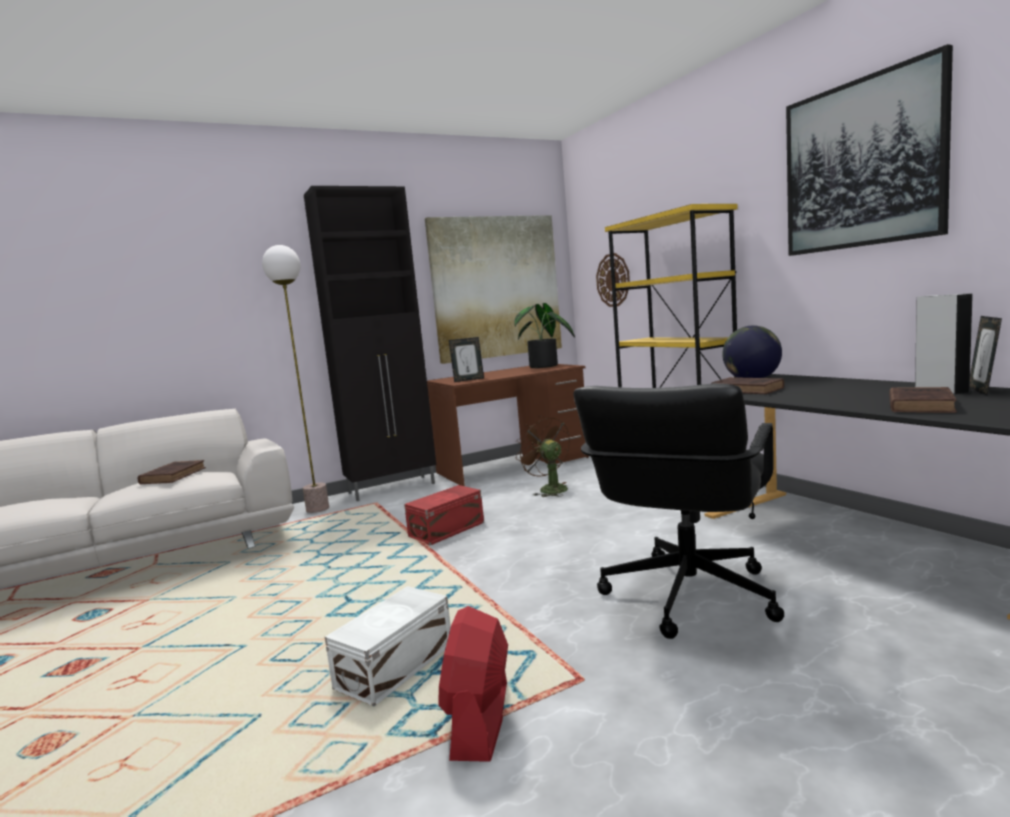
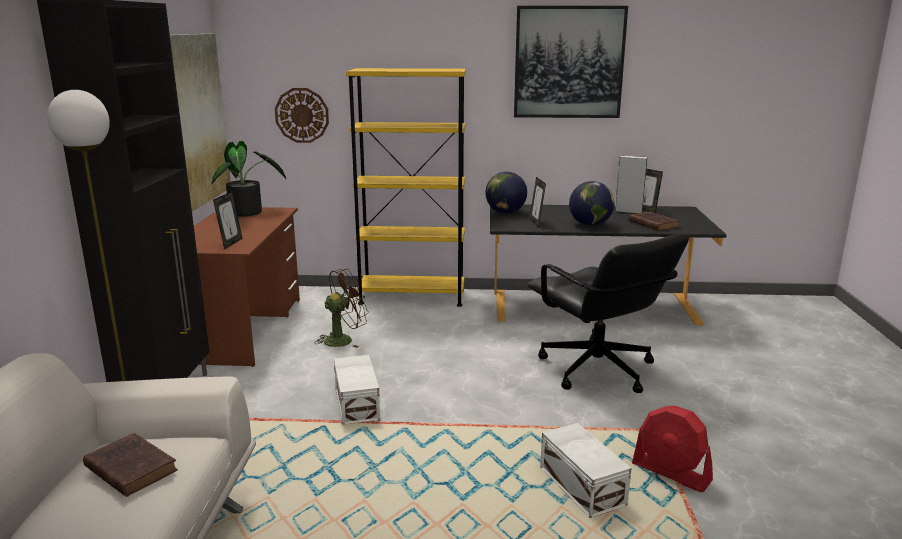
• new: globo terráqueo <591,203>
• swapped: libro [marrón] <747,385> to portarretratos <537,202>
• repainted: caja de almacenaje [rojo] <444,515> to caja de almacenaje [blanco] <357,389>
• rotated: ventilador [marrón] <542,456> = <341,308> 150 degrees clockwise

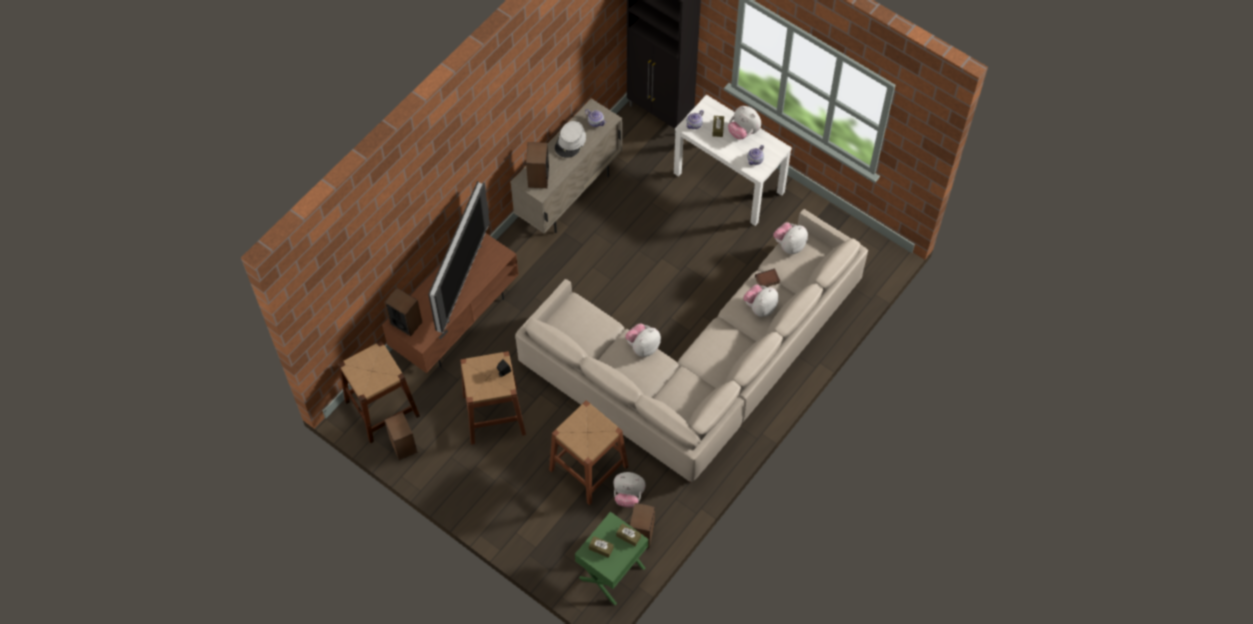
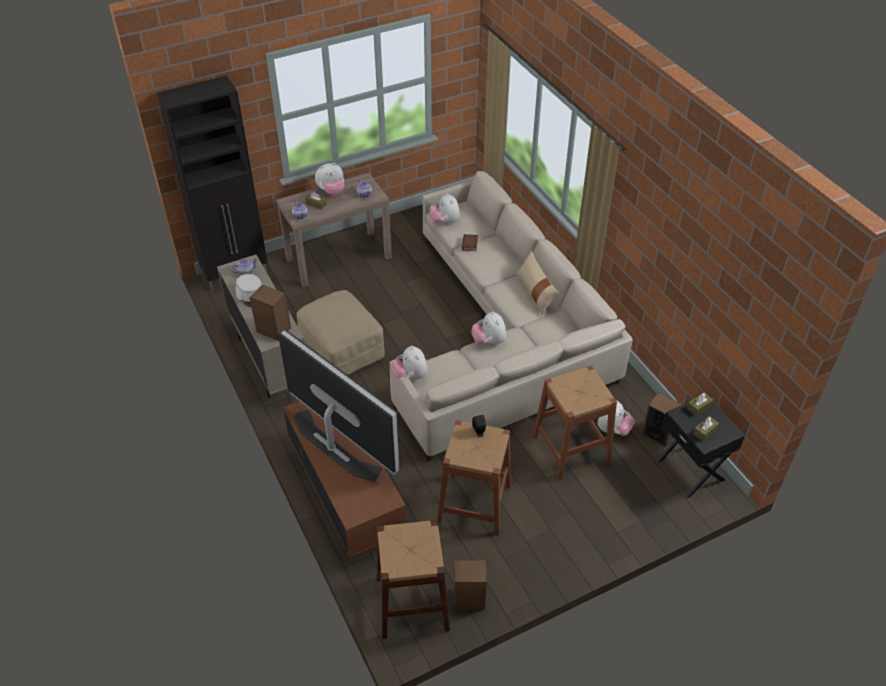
• gone: altavoz <403,312>
• new: puf [beis] <341,332>
• new: cojín [beis] <537,283>
• shifted: peluche <761,300> to <410,362>
• repainted: mesita de noche [verde] <611,558> to mesita de noche [negro] <700,450>
• repainted: mesa consola [blanco] <733,160> to mesa consola [marrón] <334,229>

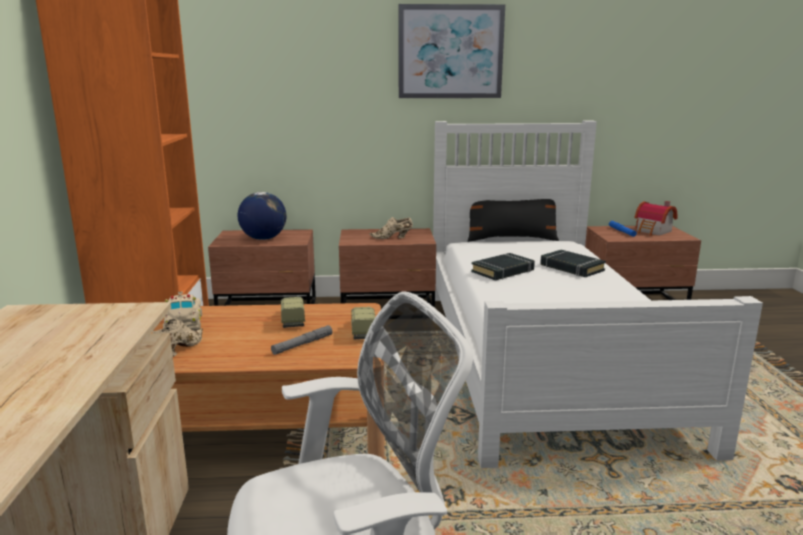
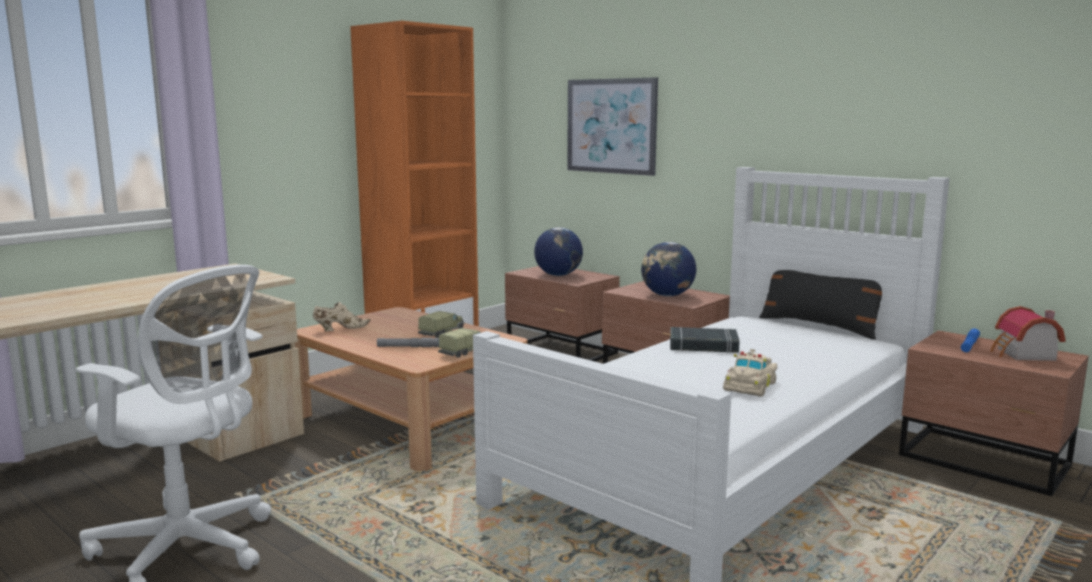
• gone: libro [negro] <573,263>
• shifted: coche de juguete [beis] <182,310> to <750,373>
• shifted: cuadro <452,51> to <612,126>
• swapped: zapato [beis] <391,228> to globo terráqueo <668,269>

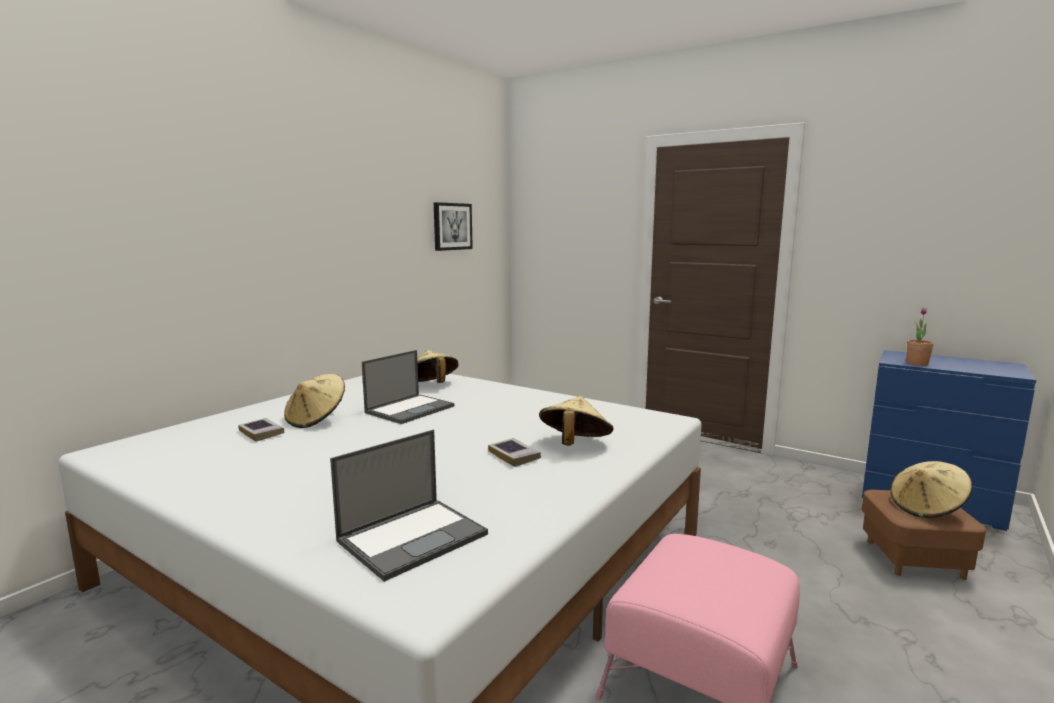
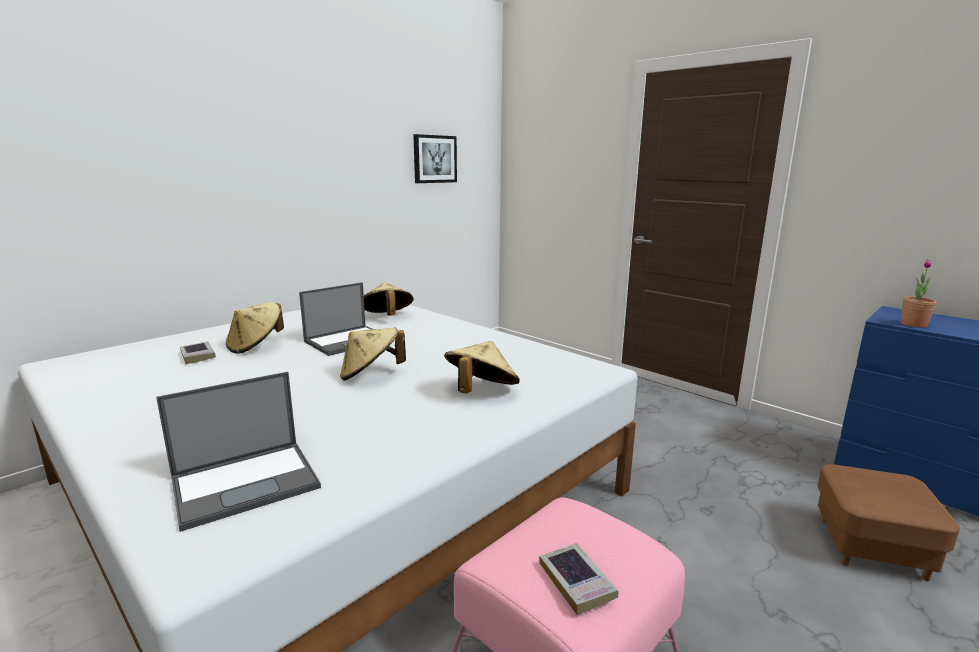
• shifted: libro <514,452> to <578,579>
• shifted: sombrero [beis] <931,489> to <373,354>

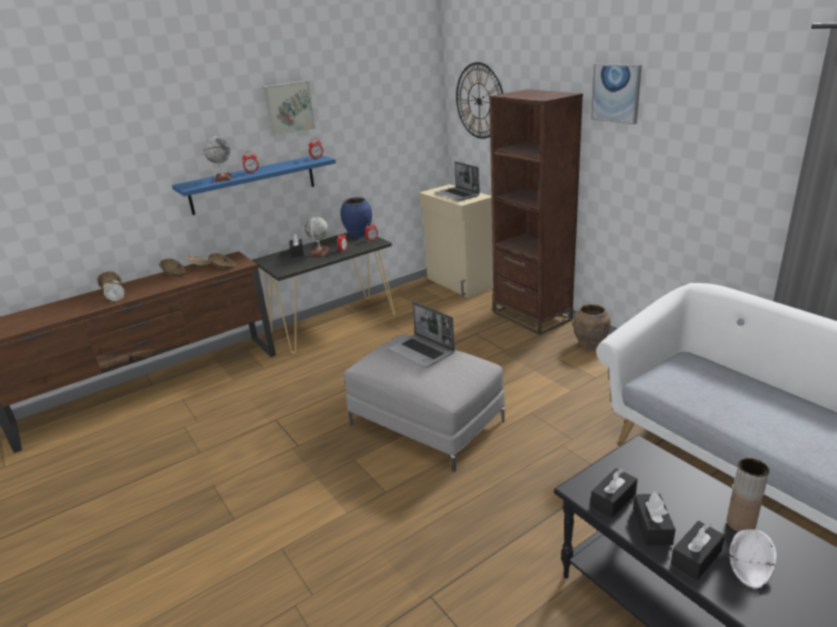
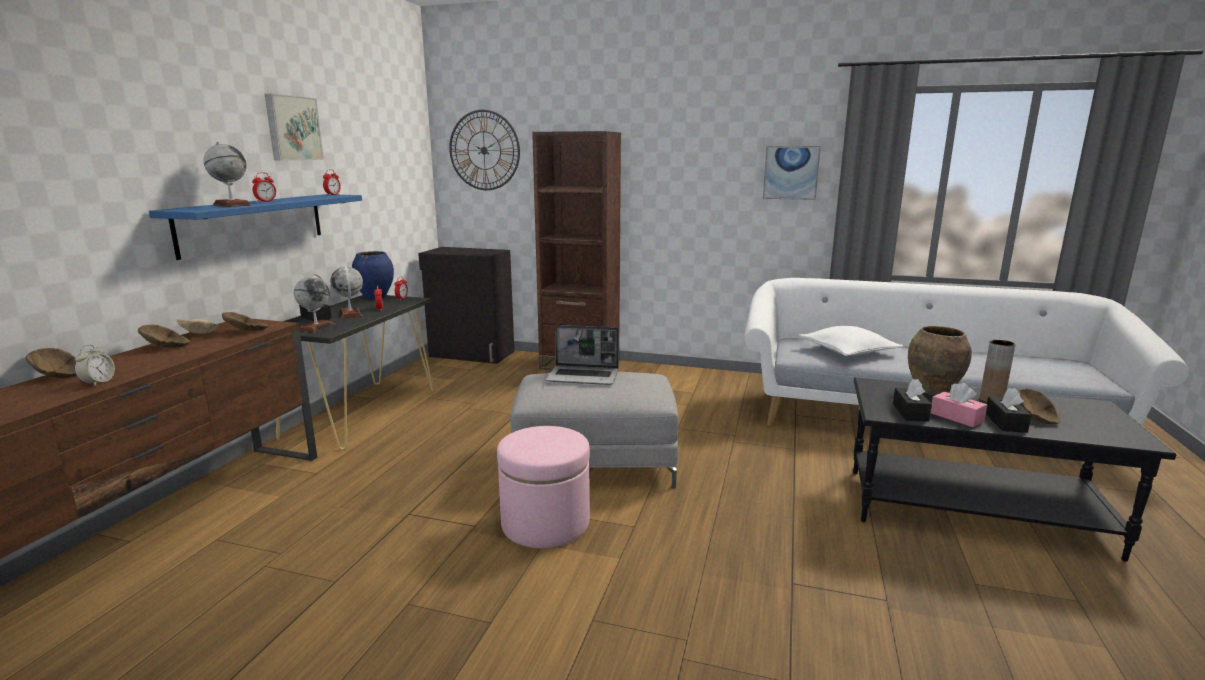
• gone: portátil <457,181>
• new: globo terráqueo <314,303>
• new: puf [rosa] <543,487>
• new: cojín [blanco] <850,341>
• shifted: florero [marrón] <592,326> to <940,360>
• shifted: cuadro <616,94> to <792,173>
• repainted: armario [beis] <456,241> to armario [negro] <466,305>
• repainted: caja de pañuelos [negro] <654,519> to caja de pañuelos [rosa] <959,405>
• repainted: cuenco [blanco] <753,558> to cuenco [marrón] <1039,406>

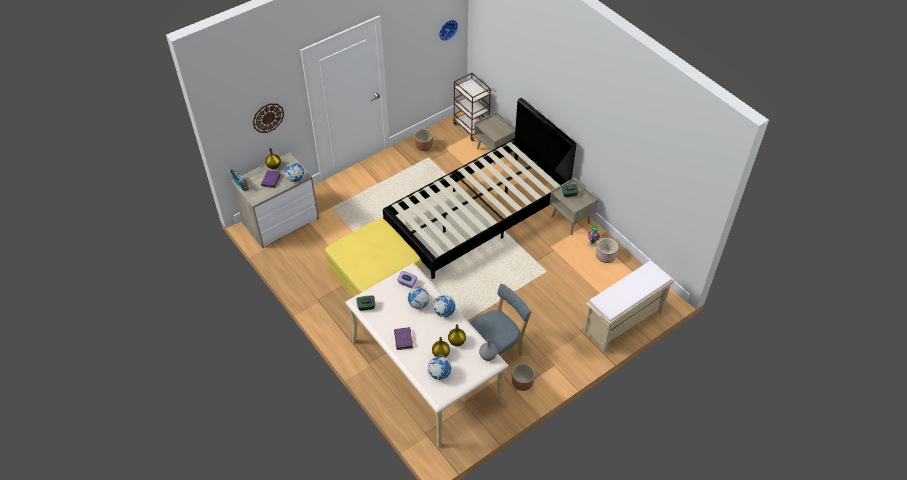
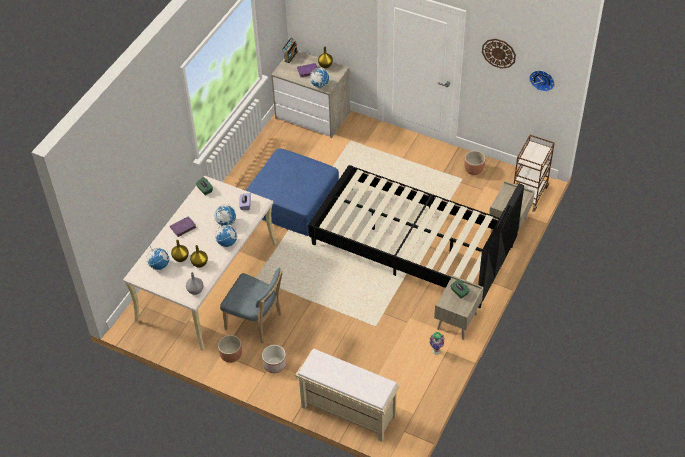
• shifted: reloj de pared <268,118> to <499,54>
• shifted: maceta <607,250> to <274,359>
• repainted: puf [amarillo] <373,258> to puf [azul] <292,192>

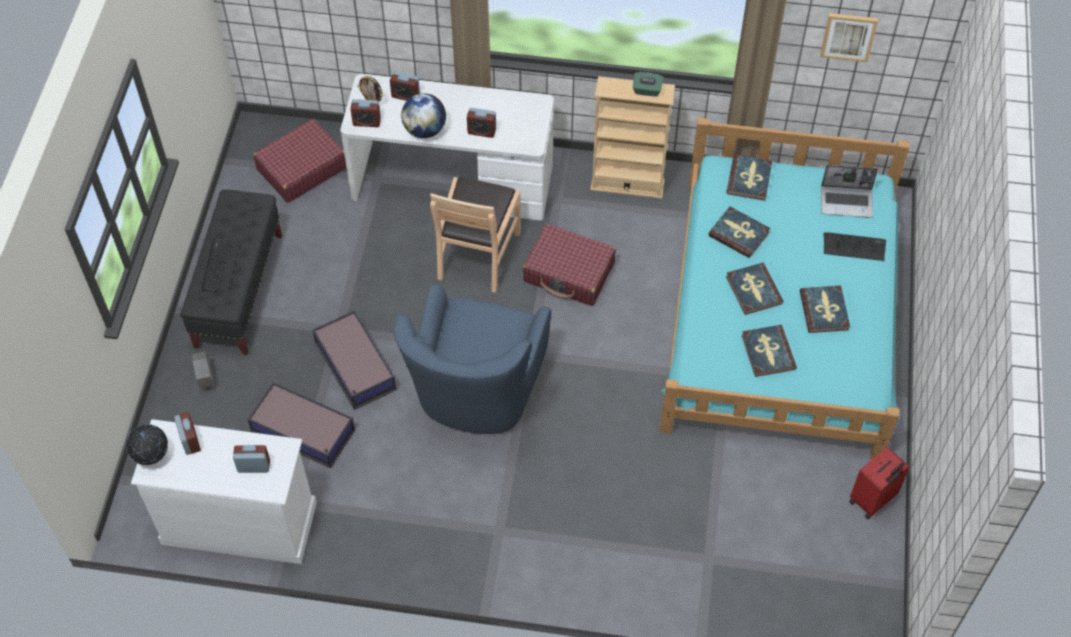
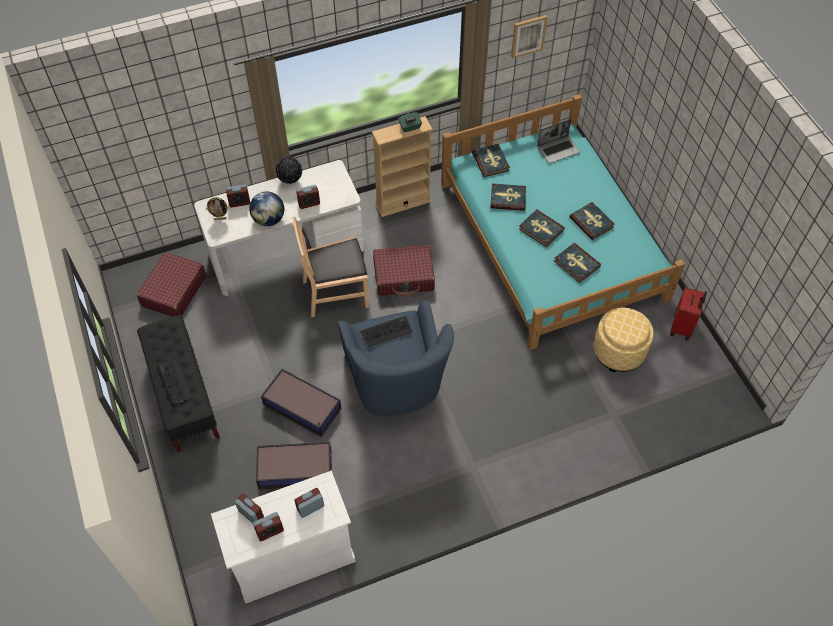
• gone: maceta [gris] <203,370>
• new: puf <623,340>
• shifted: globo terráqueo <147,444> to <289,170>
• shifted: despertador <366,113> to <268,526>
• shifted: teclado <855,246> to <386,331>
• rotated: silla [marrón] <475,235> = <331,267> 90 degrees clockwise

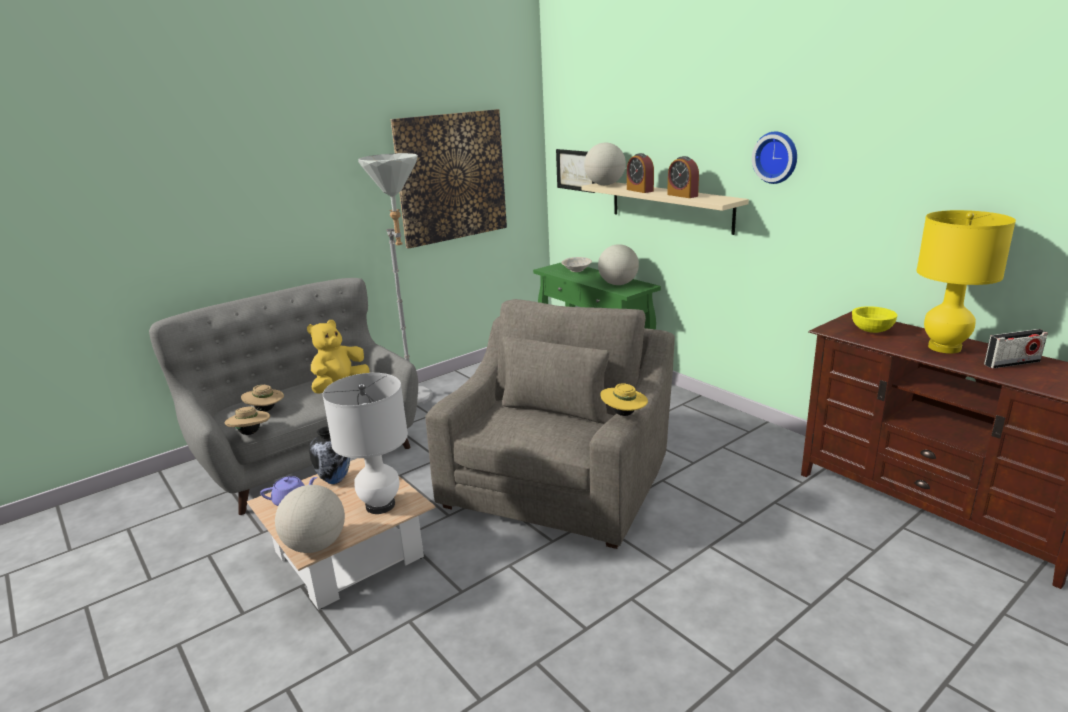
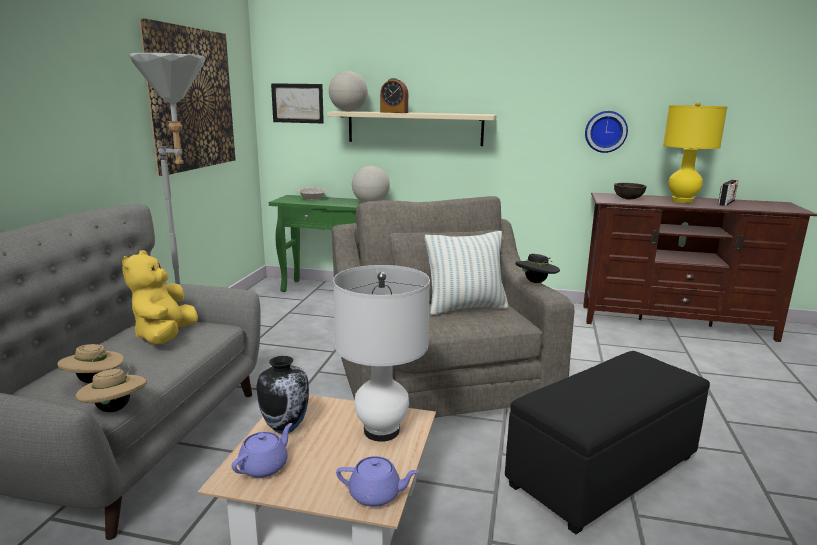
• gone: despertador <683,177>
• new: cojín <467,273>
• new: puf [negro] <607,442>
• shifted: reloj de pared <774,158> to <606,132>
• swapped: globo terráqueo <310,519> to tetera [morado] <377,481>
• repainted: sombrero [amarillo] <624,400> to sombrero [negro] <537,268>
• repainted: cuenco [amarillo] <875,319> to cuenco [marrón] <630,191>

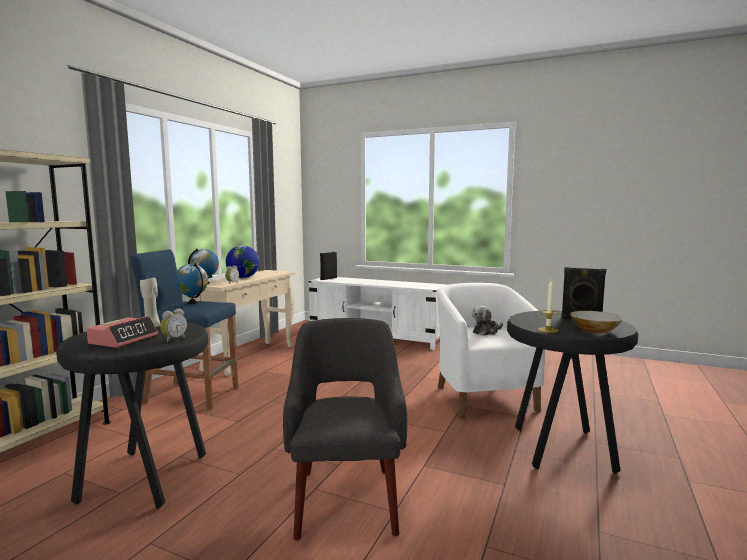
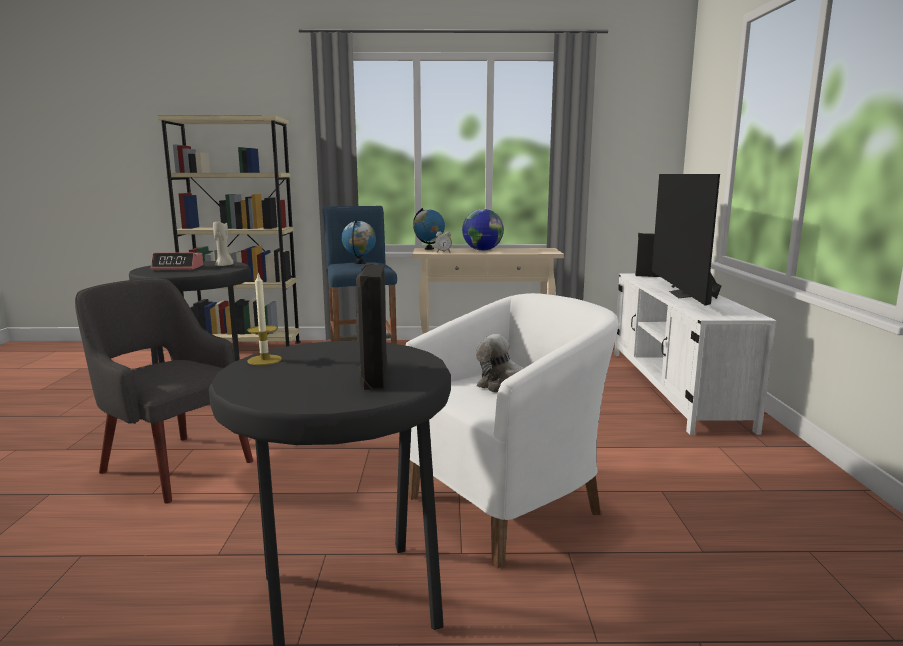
• gone: despertador <173,325>
• gone: cuenco <596,322>
• new: televisor <686,240>
• rotated: sillón [gris] <345,429> = <164,391> 120 degrees counterclockwise

